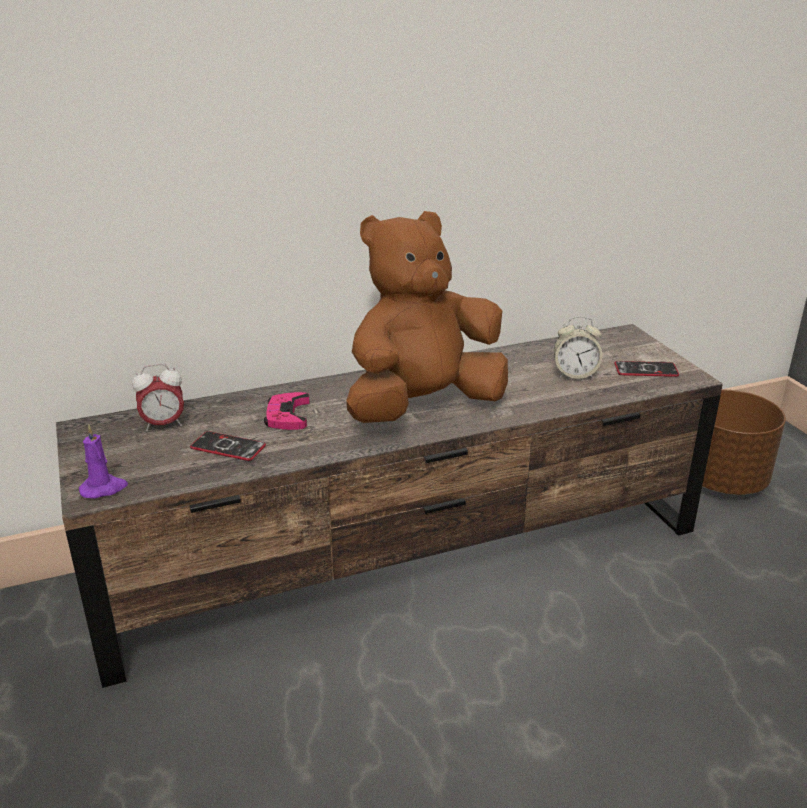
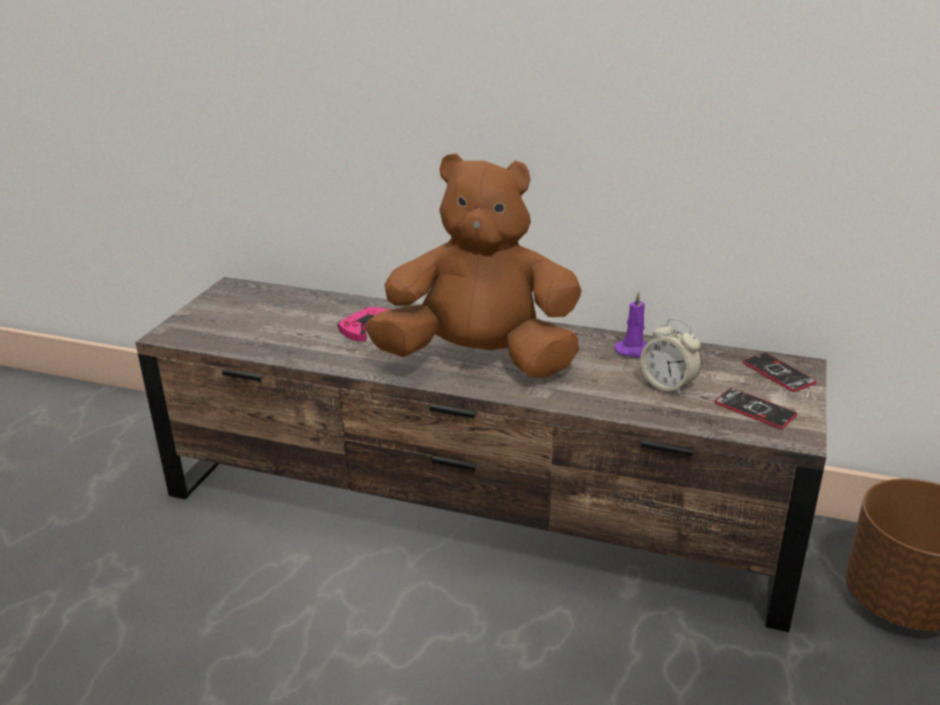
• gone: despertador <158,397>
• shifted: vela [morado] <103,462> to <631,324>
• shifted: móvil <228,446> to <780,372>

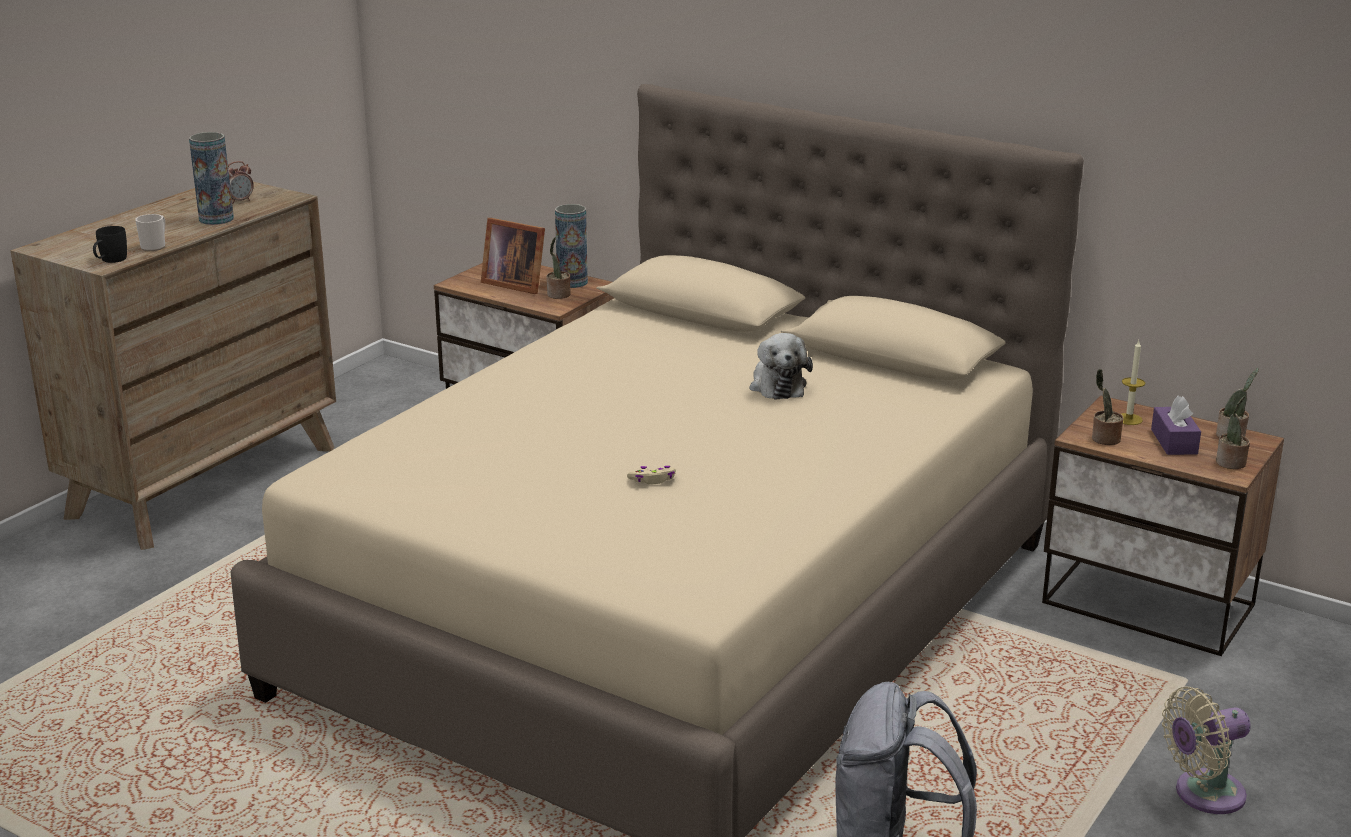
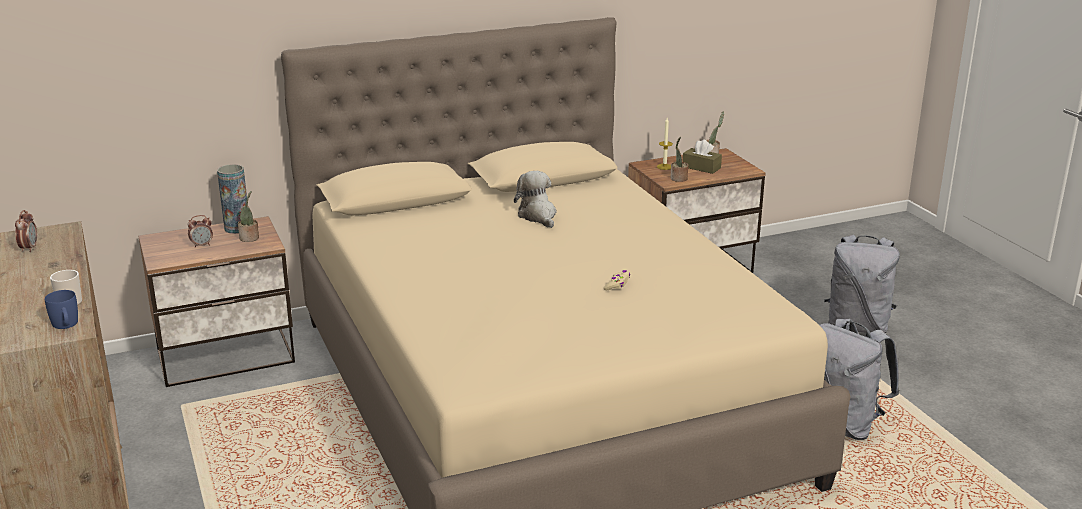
• gone: florero <211,178>
• gone: planta en maceta <1233,432>
• swapped: portarretratos <513,256> to despertador <200,231>
• swapped: ventilador [beis] <1206,750> to mochila [gris] <862,284>
• repainted: taza grande [negro] <110,244> to taza grande [azul] <61,309>
• repainted: caja de pañuelos [morado] <1176,425> to caja de pañuelos [marrón] <702,156>
• rotated: peluche <781,366> = <535,199> 135 degrees counterclockwise

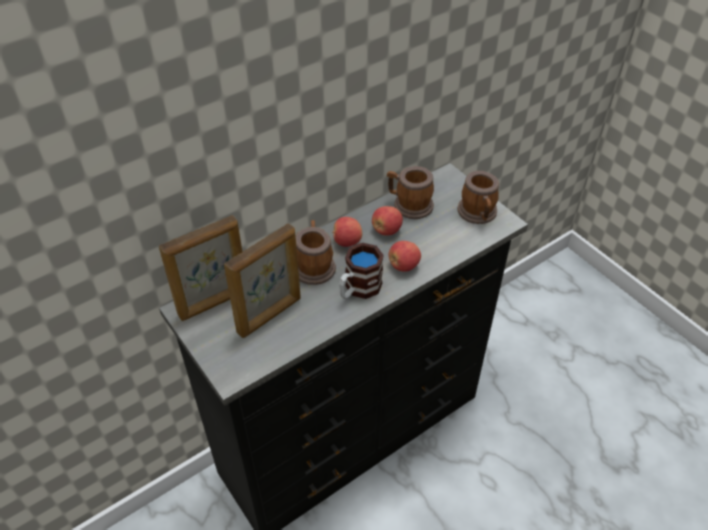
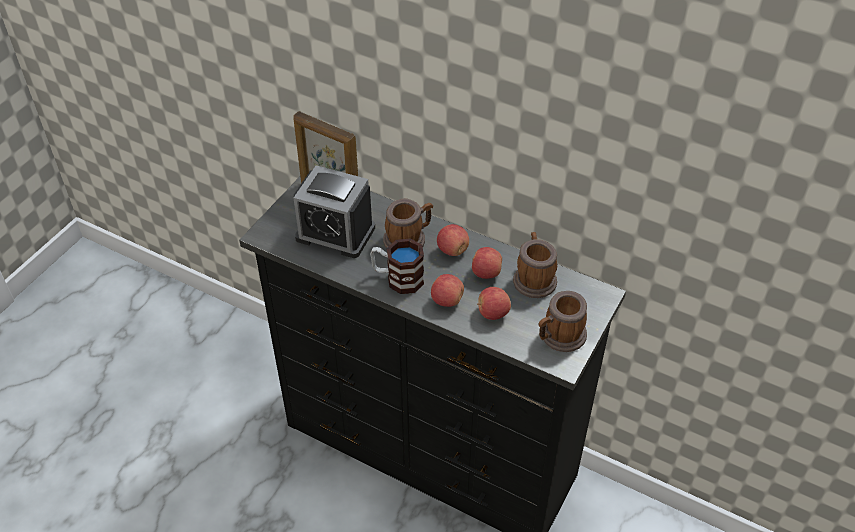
• new: manzana <494,303>
• swapped: portarretratos <262,280> to despertador <334,211>

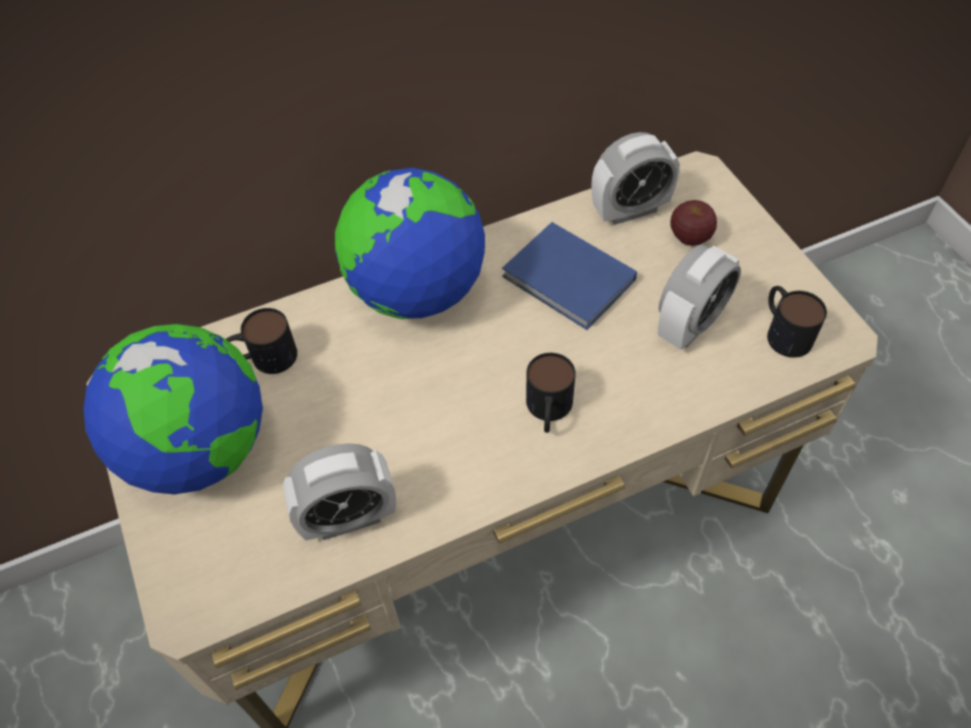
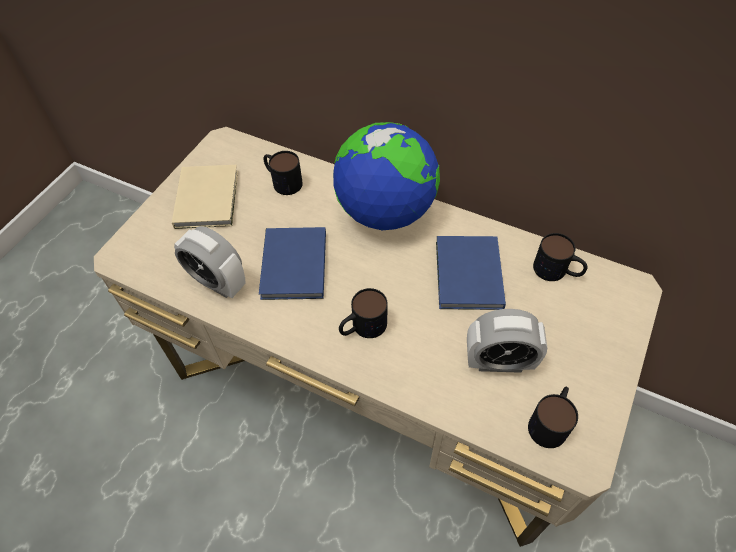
• gone: manzana <693,223>
• new: libro [azul] <292,263>
• swapped: globo terráqueo <173,409> to libro [beis] <205,197>
• swapped: despertador <636,178> to taza grande <560,257>

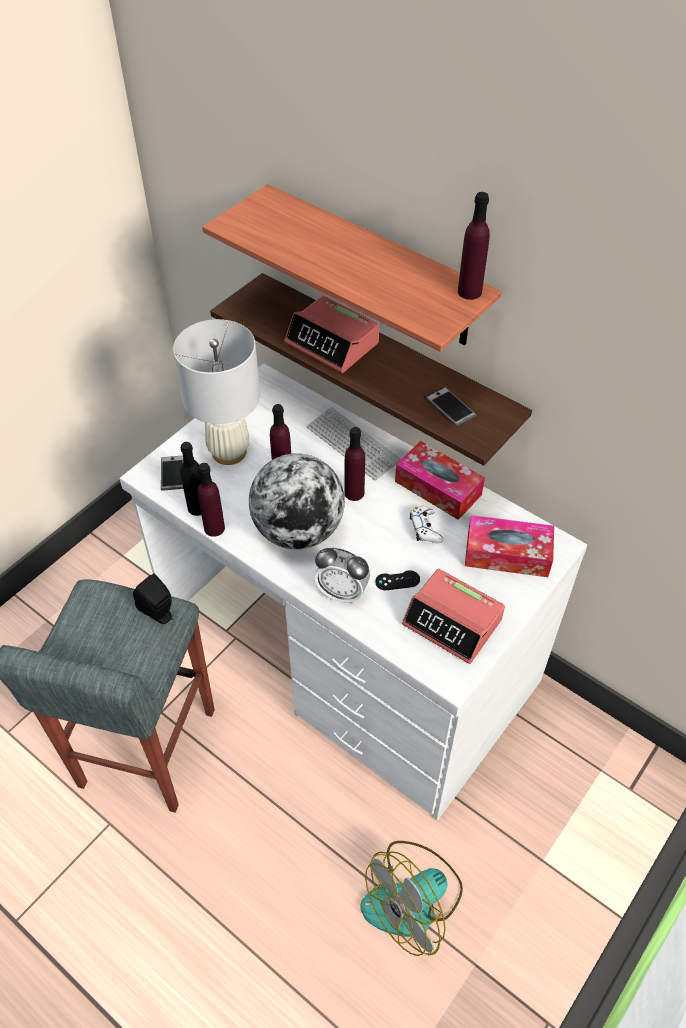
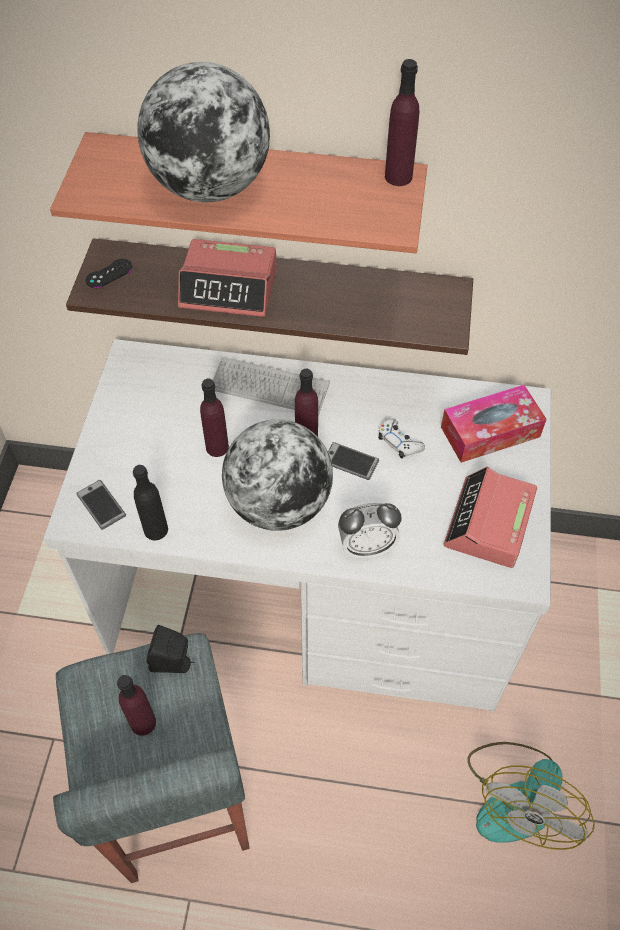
• gone: lámpara de mesa [blanco] <216,392>
• gone: caja de pañuelos <440,480>
• new: globo terráqueo <203,132>
• shifted: botella [morado] <211,500> to <136,705>
• shifted: mando de consola [negro] <397,580> to <109,273>
• shifted: móvil <451,406> to <353,461>
• rotated: despertador <453,616> = <490,517> 105 degrees clockwise

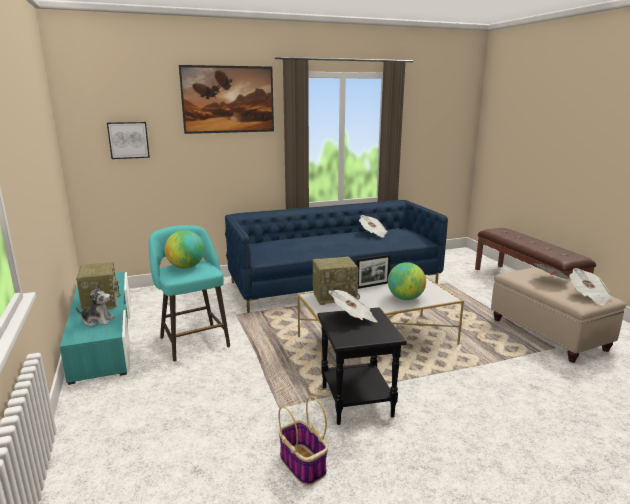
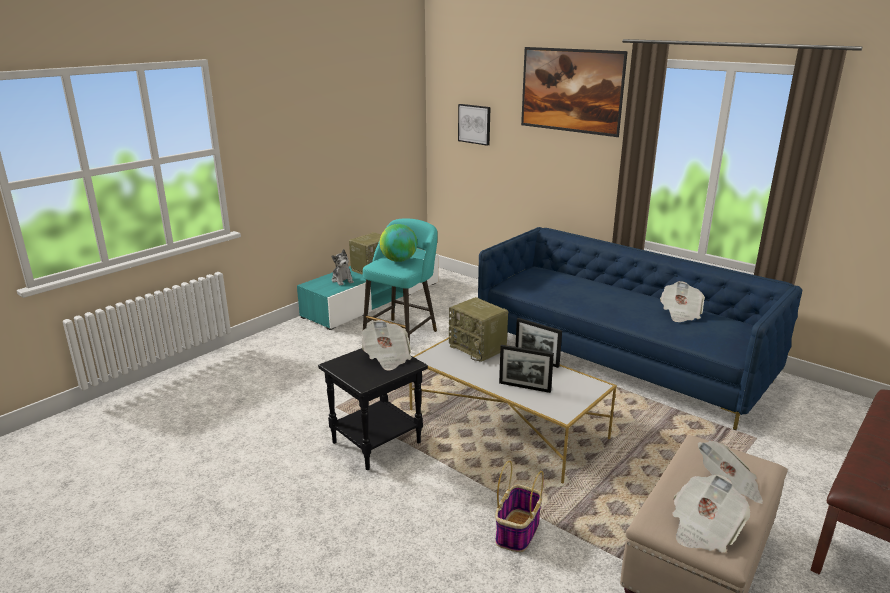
• shifted: cesta <303,441> to <519,506>
• swapped: globo terráqueo <407,281> to portarretratos <526,369>

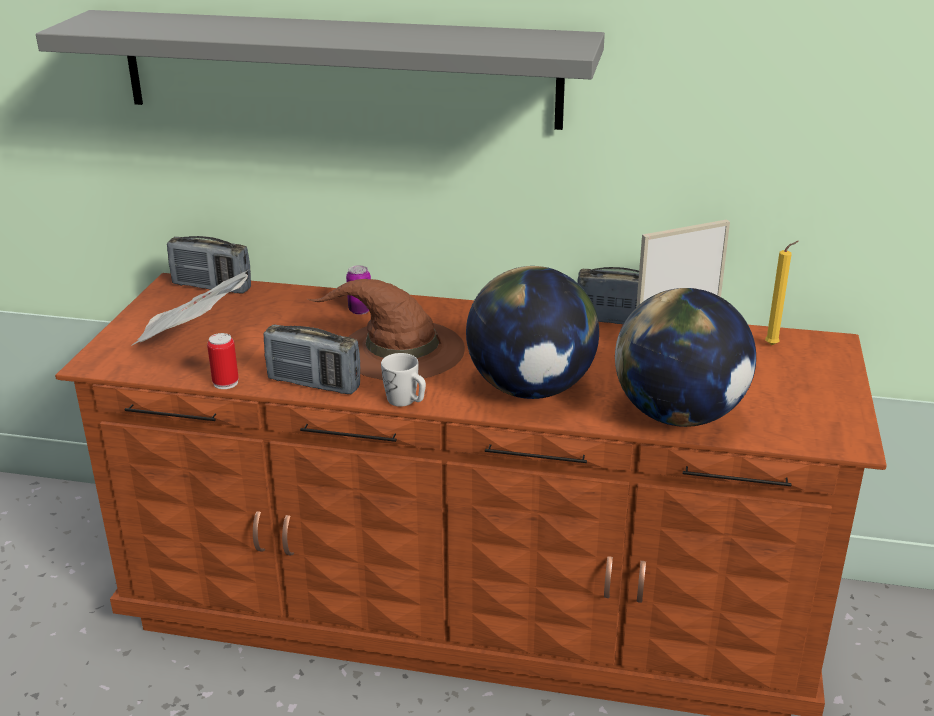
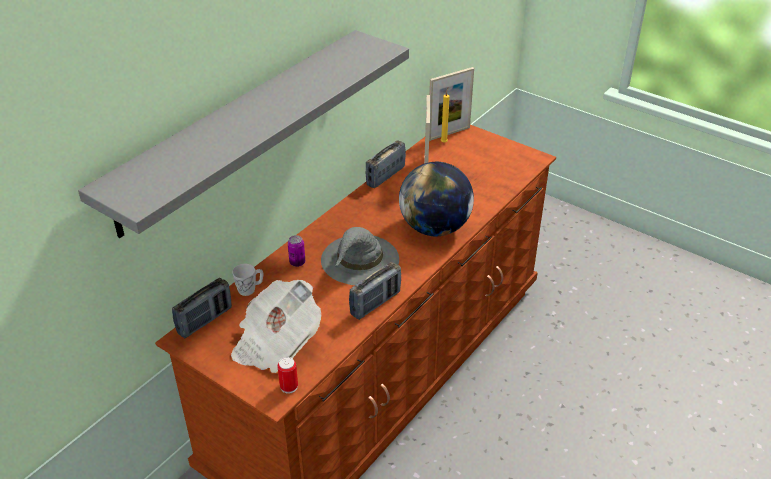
• gone: globo terráqueo <685,357>
• new: portarretratos <451,104>
• shifted: lata <223,361> to <287,375>
• shifted: taza grande [blanco] <403,380> to <247,280>
• repainted: sombrero [marrón] <386,329> to sombrero [gris] <360,256>

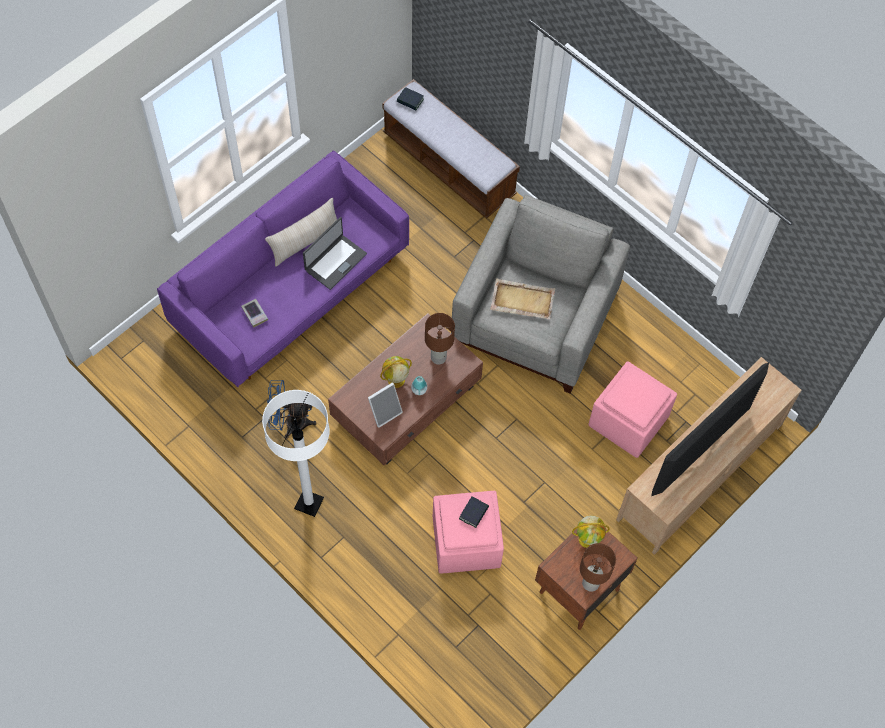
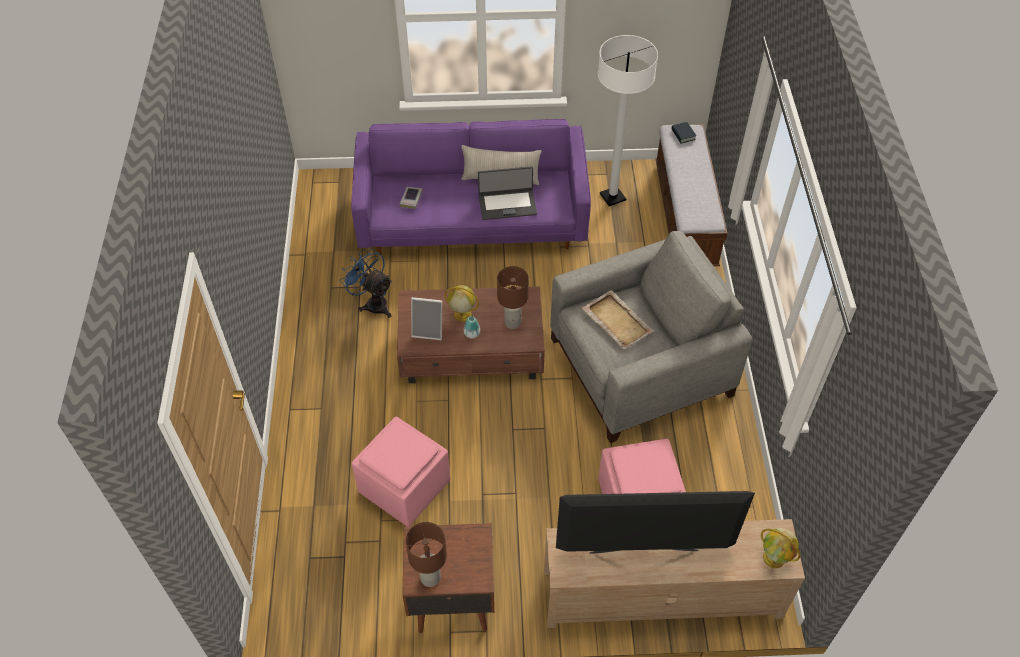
• gone: libro <474,512>
• shifted: lámpara de pie [blanco] <296,453> to <628,120>
• shifted: globo terráqueo <591,532> to <781,548>

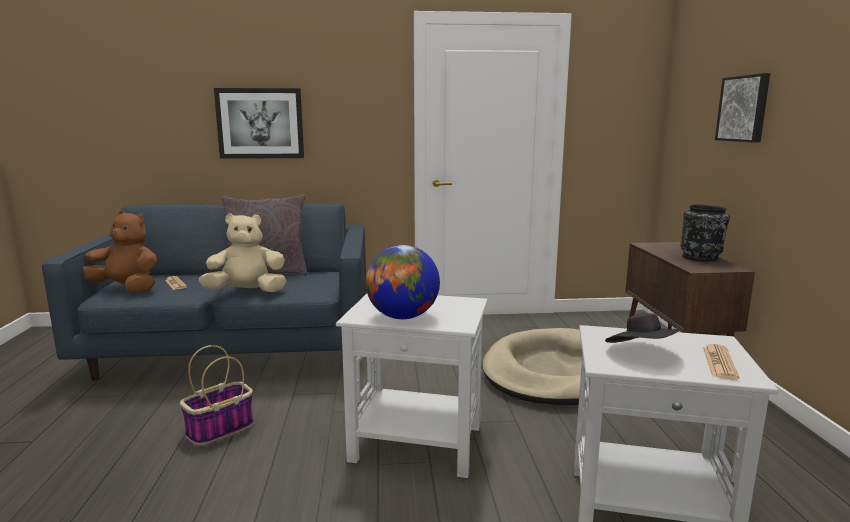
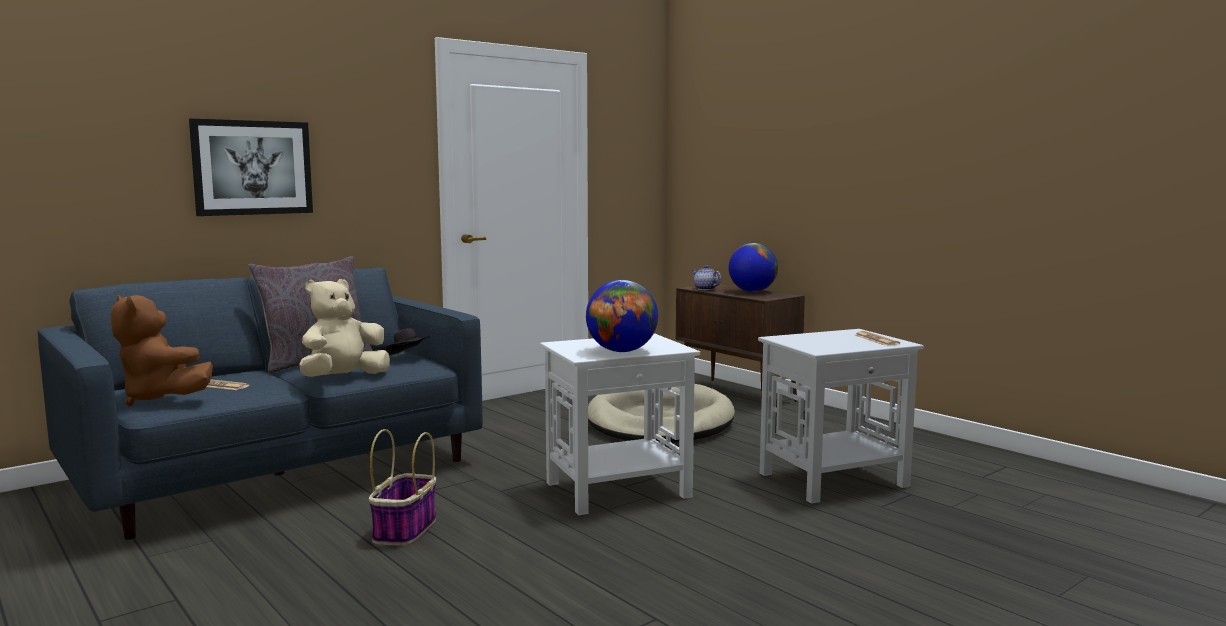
• gone: cuadro <742,108>
• new: tetera <706,277>
• shifted: sombrero [negro] <643,328> to <405,342>
• swapped: florero [negro] <705,232> to globo terráqueo <753,267>
• rotated: peluche [marrón] <120,251> = <162,350> 120 degrees counterclockwise

